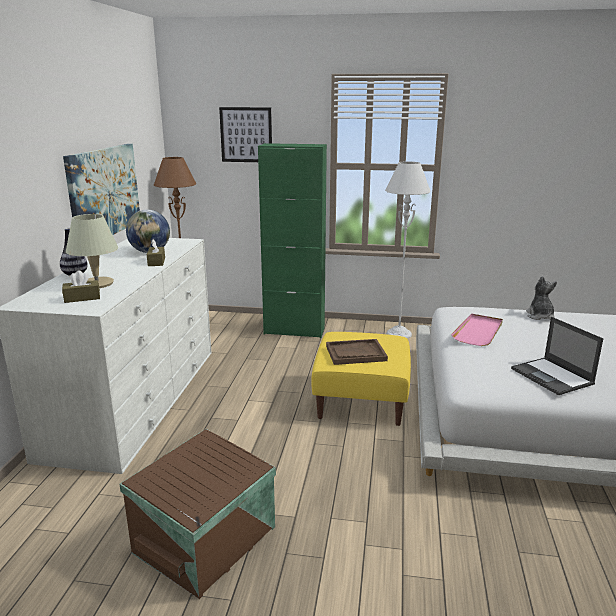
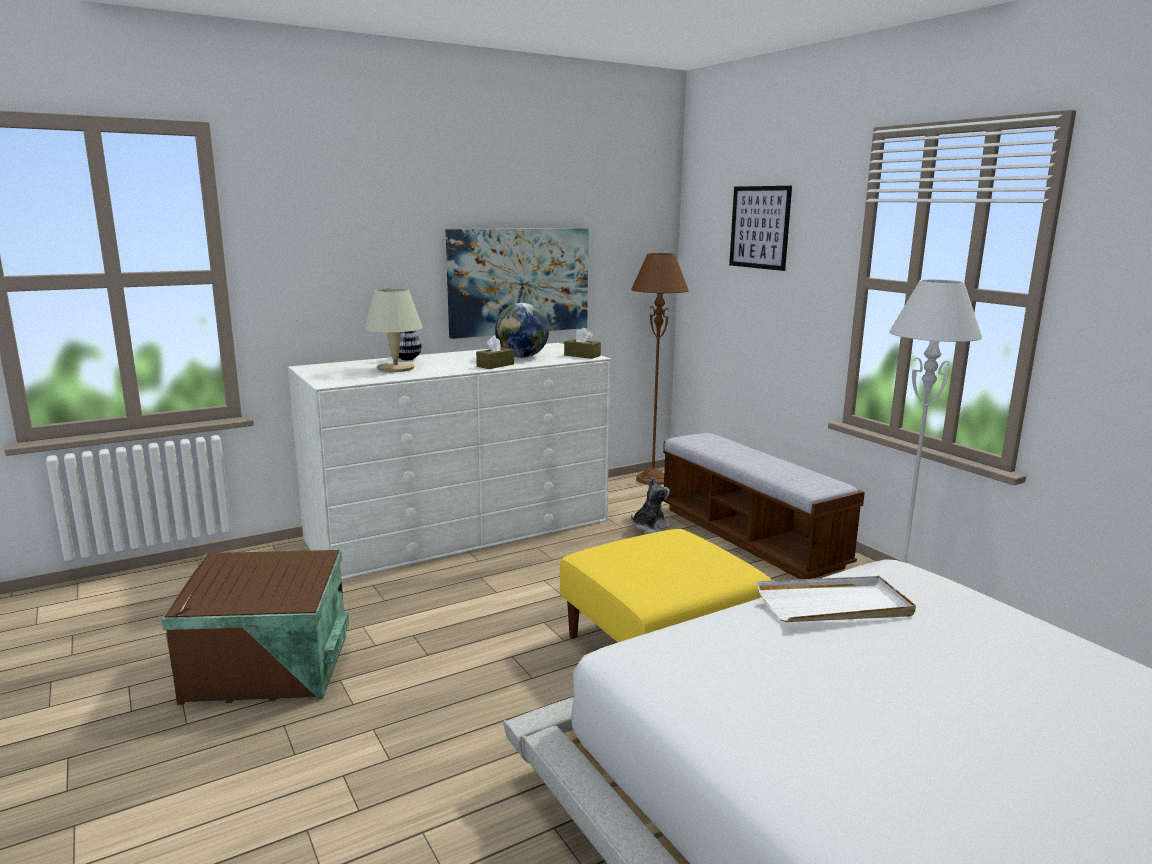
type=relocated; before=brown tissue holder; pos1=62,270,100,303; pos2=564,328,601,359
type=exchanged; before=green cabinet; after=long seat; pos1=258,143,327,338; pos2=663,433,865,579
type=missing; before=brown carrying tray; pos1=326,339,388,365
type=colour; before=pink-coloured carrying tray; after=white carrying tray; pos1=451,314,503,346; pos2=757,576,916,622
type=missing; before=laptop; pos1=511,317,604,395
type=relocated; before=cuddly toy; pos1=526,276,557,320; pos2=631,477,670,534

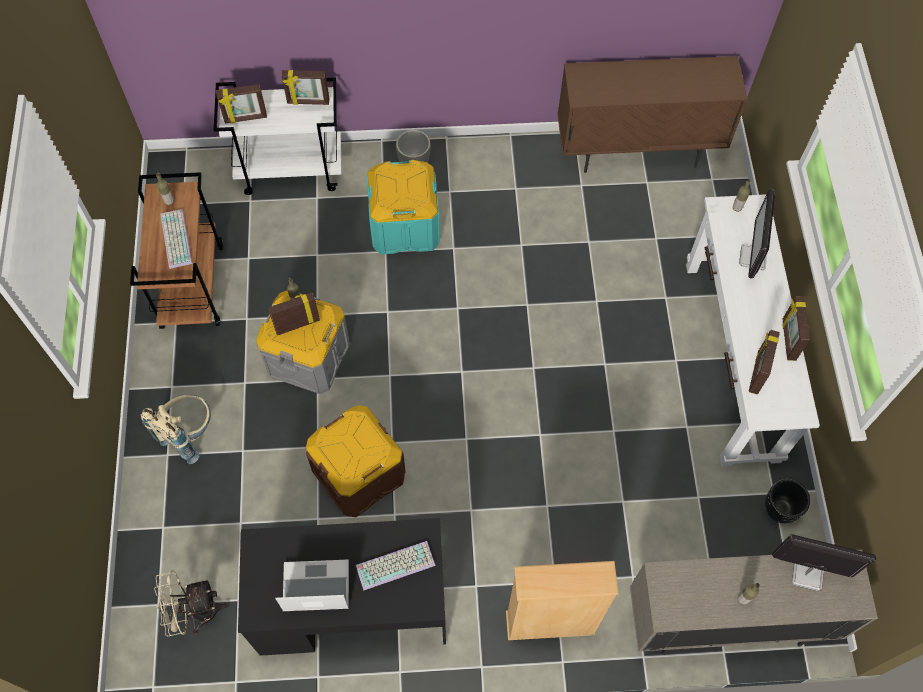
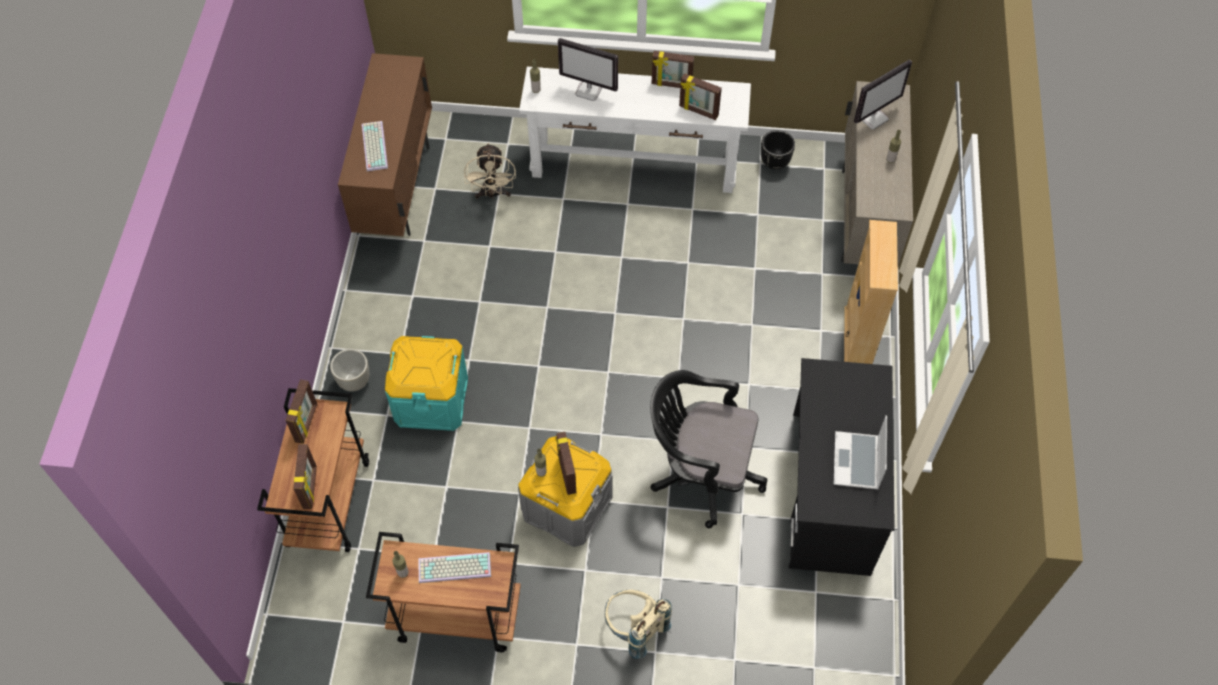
type=relocated; before=sand-coloured fan; pos1=154,570,229,637; pos2=464,143,516,199
type=colour; before=white wheeled cart; after=brown wheeled cart; pos1=214,78,341,195; pos2=257,388,369,552
type=exchanged; before=brown storage box; after=black desk chair; pos1=306,405,406,517; pos2=650,370,767,528
type=relocated; before=keyboard; pos1=356,541,436,591; pos2=362,121,388,171
type=spun; before=computer display; pos1=772,534,876,591; pos2=854,60,912,129; turn=-150

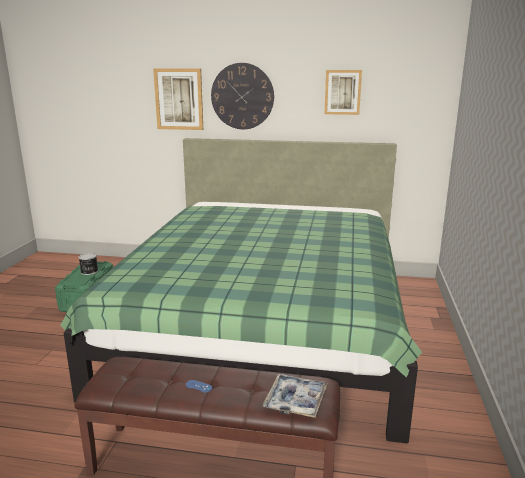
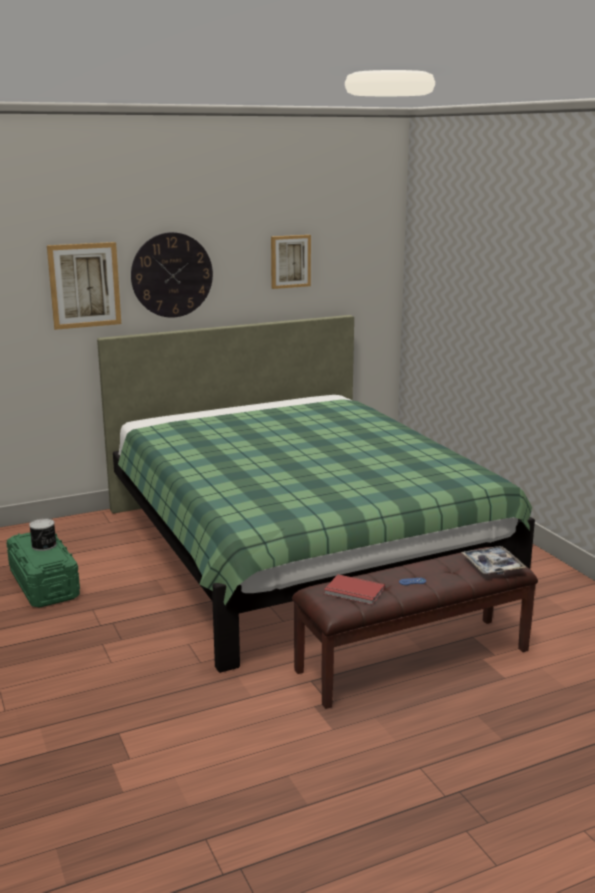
type=appeared; after=red book; pos2=324,574,385,605

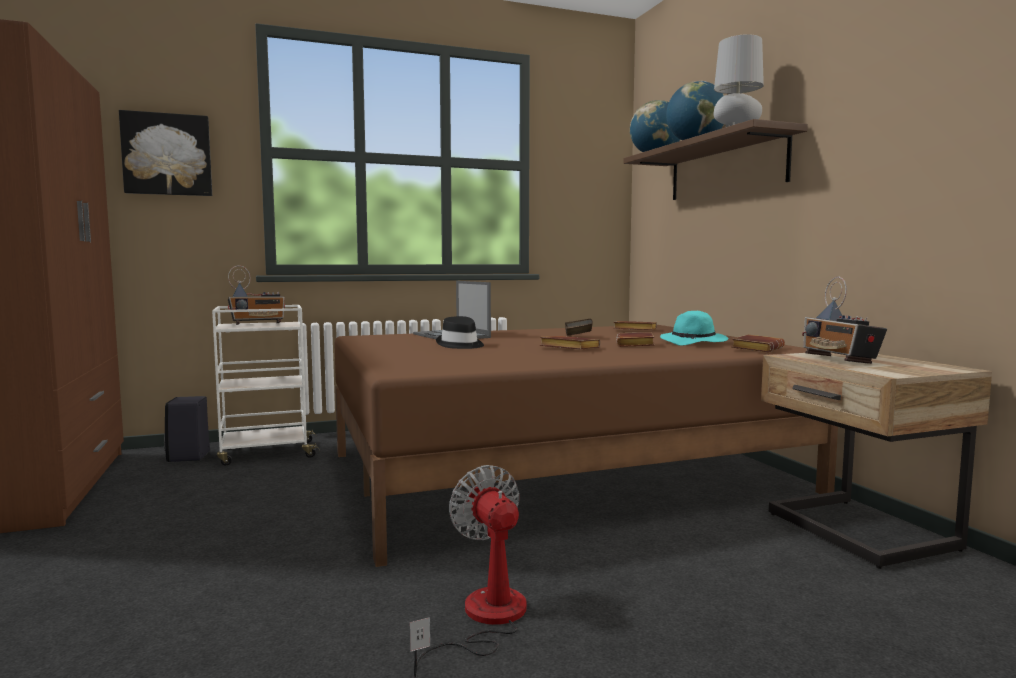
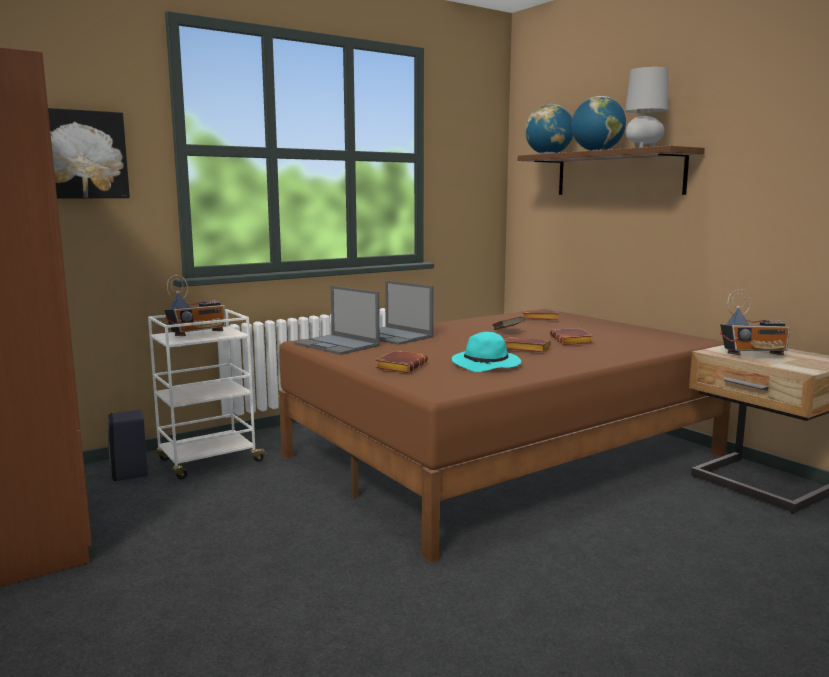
type=missing; before=fan; pos1=410,465,527,678
type=missing; before=black hat; pos1=436,316,484,349
type=relocated; before=turquoise hat; pos1=660,311,728,346; pos2=452,332,521,372
type=relocated; before=brown book; pos1=731,335,785,352; pos2=375,350,428,373
type=spun; before=radio; pos1=802,277,887,364; pos2=720,289,790,355; turn=-60
type=appeared; after=laptop; pos2=294,286,380,355

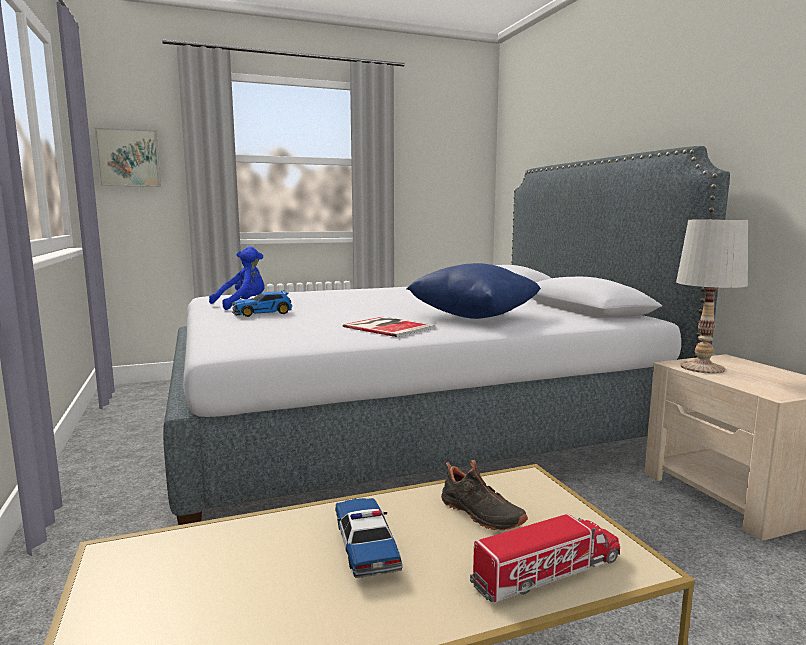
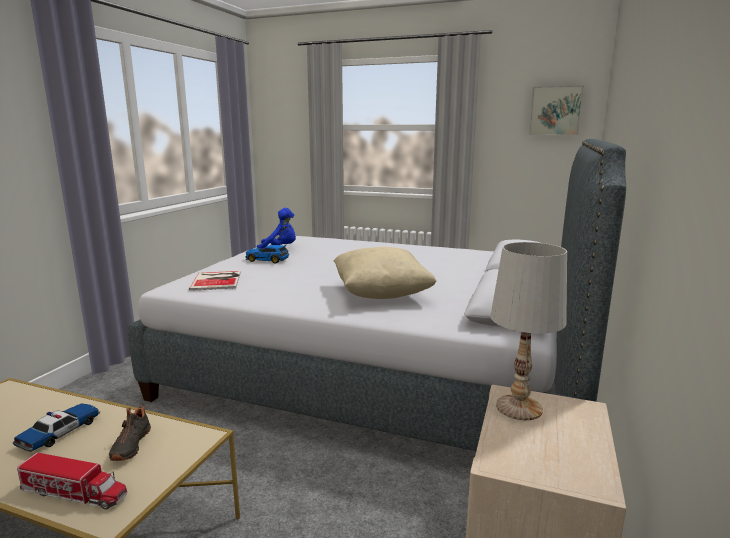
type=relocated; before=wall art; pos1=94,127,161,187; pos2=529,85,584,135
type=relocated; before=book; pos1=343,317,435,337; pos2=189,271,241,291
type=colour; before=blue throw pillow; after=sand-coloured throw pillow; pos1=407,263,541,319; pos2=334,247,436,299

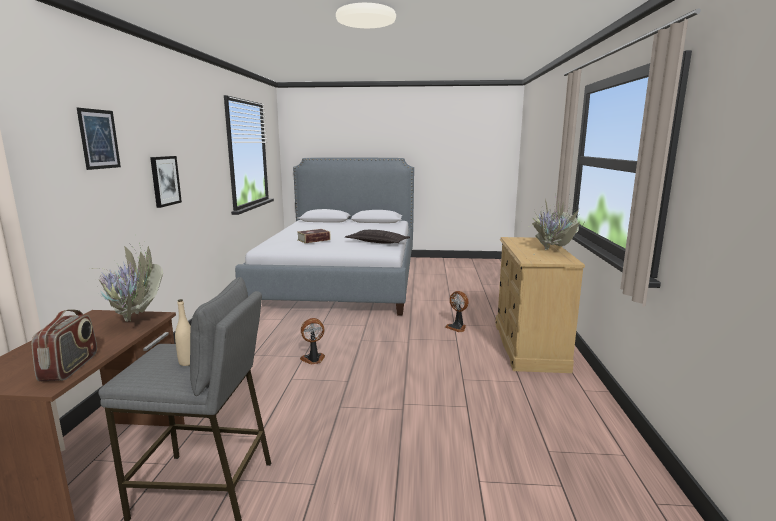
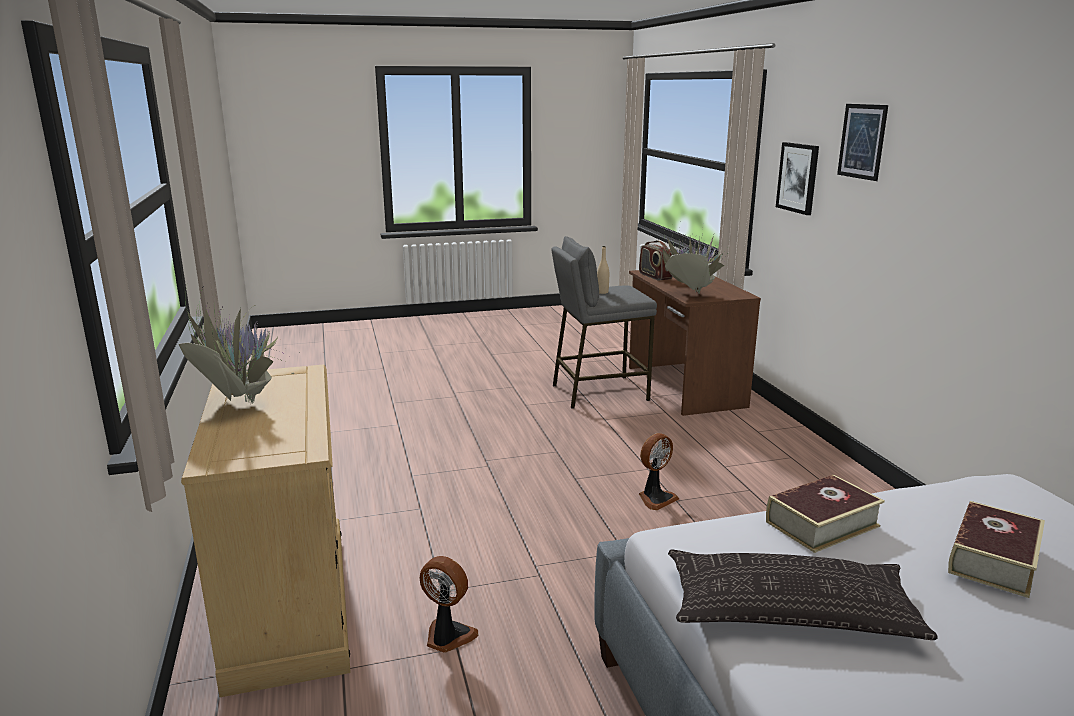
type=relocated; before=wall art; pos1=150,156,182,208; pos2=776,142,819,215
type=appeared; after=book; pos2=766,475,885,553

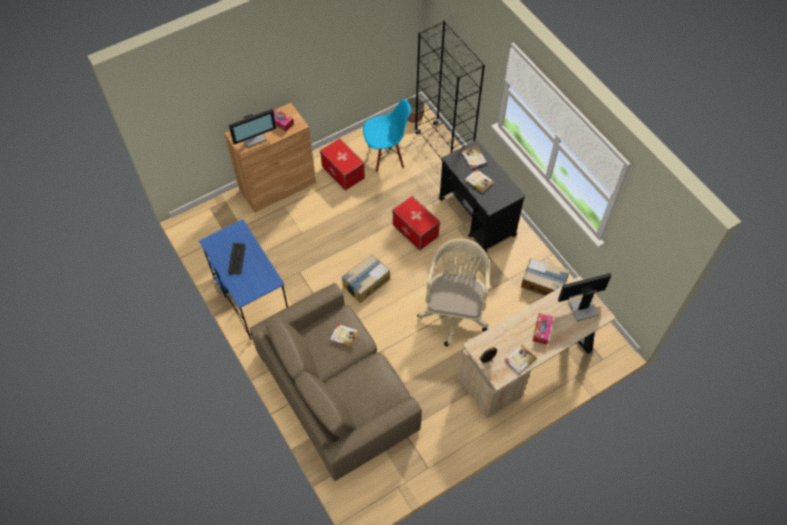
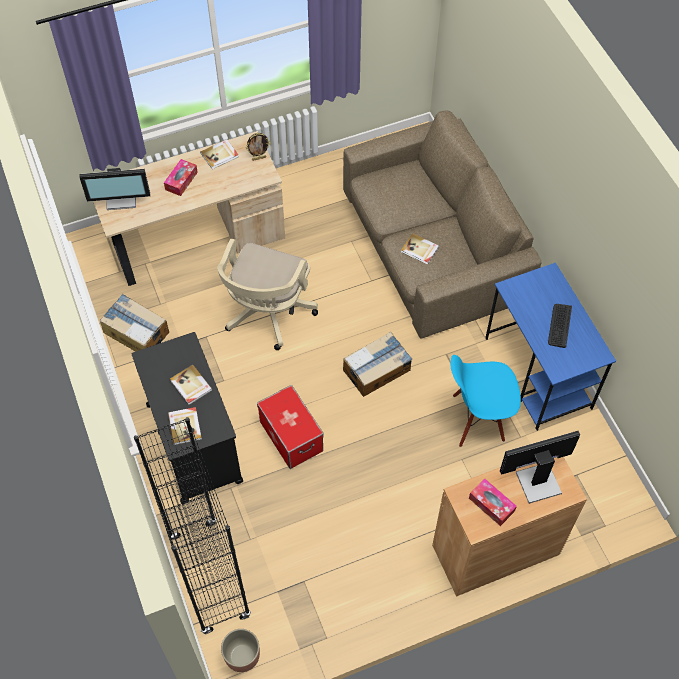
type=missing; before=storage box; pos1=320,138,365,191
type=relocated; before=blue upright chair; pos1=363,99,411,172; pos2=451,355,521,447

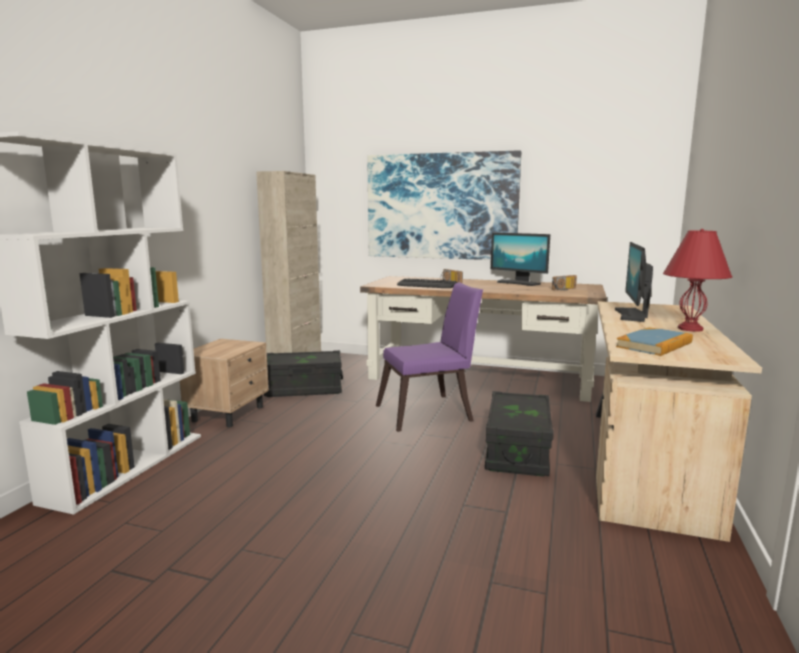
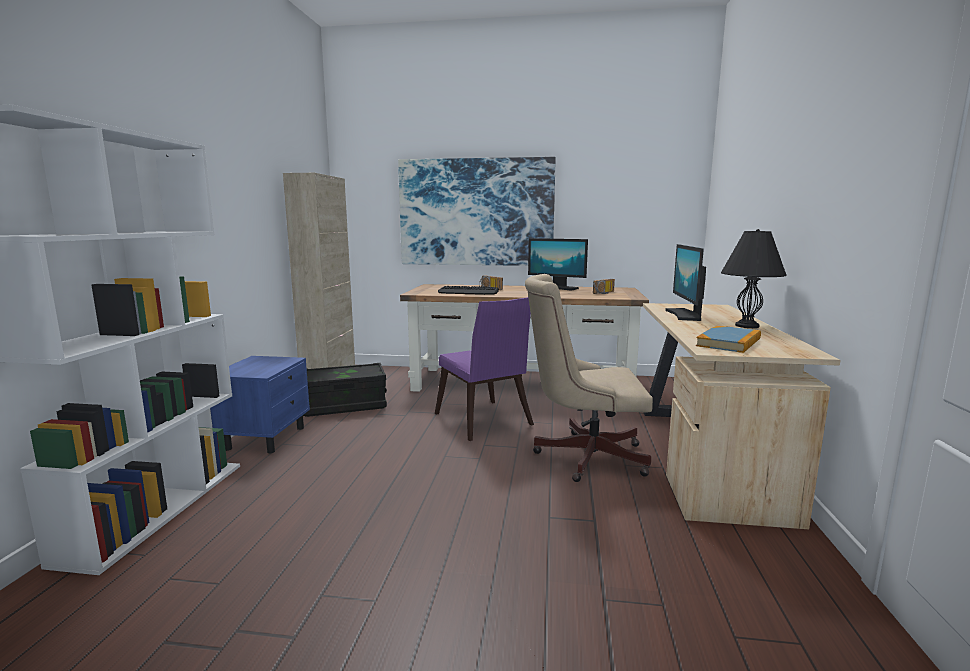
type=colour; before=sand-coloured bedside table; after=blue bedside table; pos1=180,339,269,428; pos2=210,356,310,454
type=spun; before=purple upright chair; pos1=376,282,483,432; pos2=435,297,534,441; turn=90
type=exchanged; before=black storage box; after=sand-coloured desk chair; pos1=485,391,554,477; pos2=525,274,653,482
type=colour; before=red table lamp; after=black table lamp; pos1=663,229,733,332; pos2=721,229,787,328

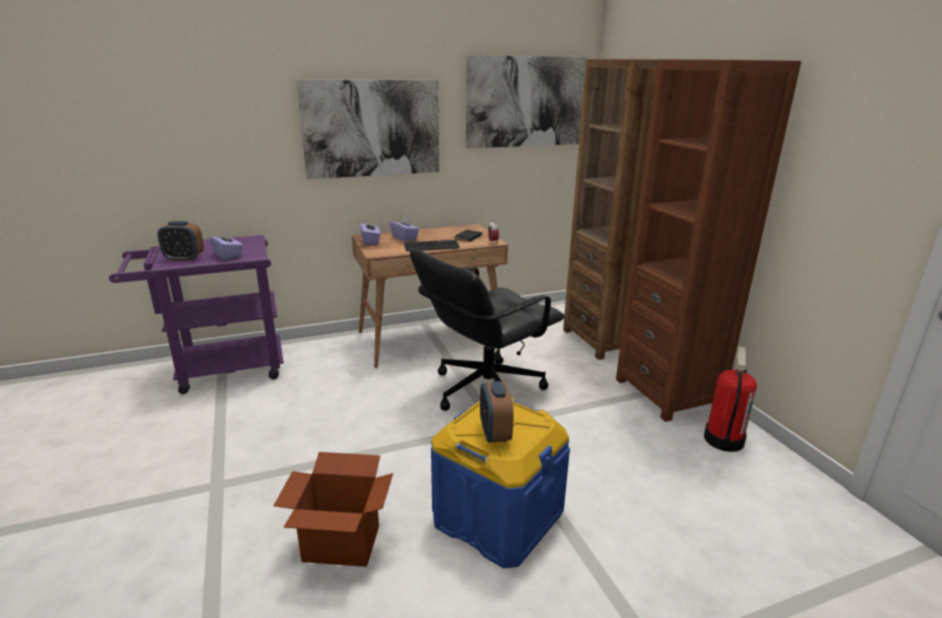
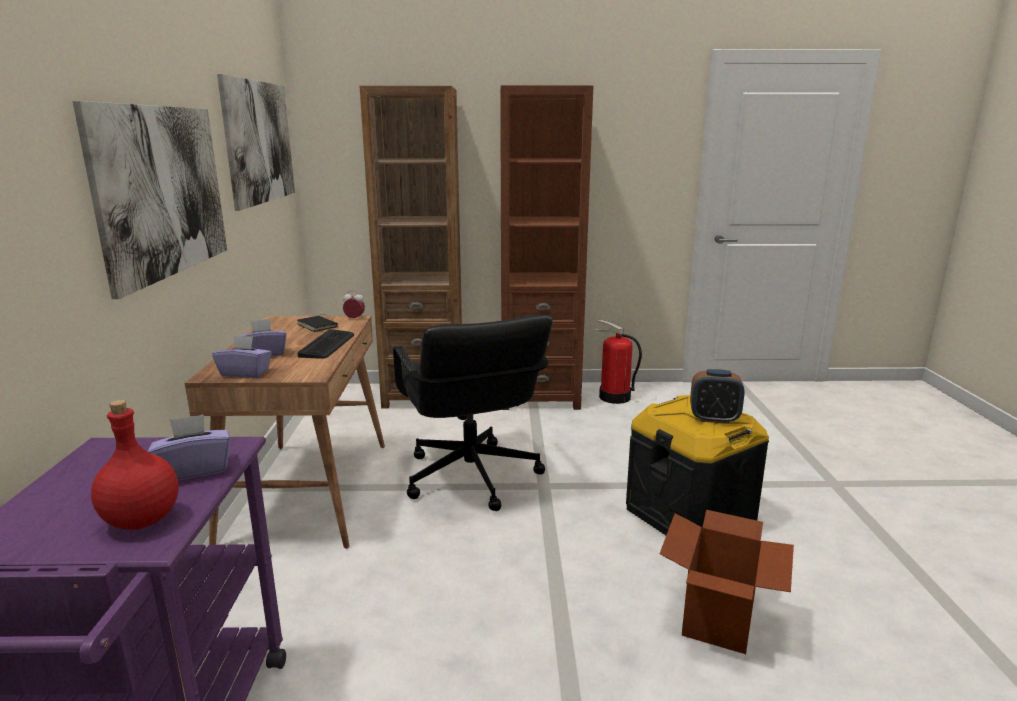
type=exchanged; before=table clock; after=red beverage bottle; pos1=157,221,204,261; pos2=91,400,179,530
type=colour; before=blue storage box; after=black storage box; pos1=431,397,570,568; pos2=626,395,769,535

